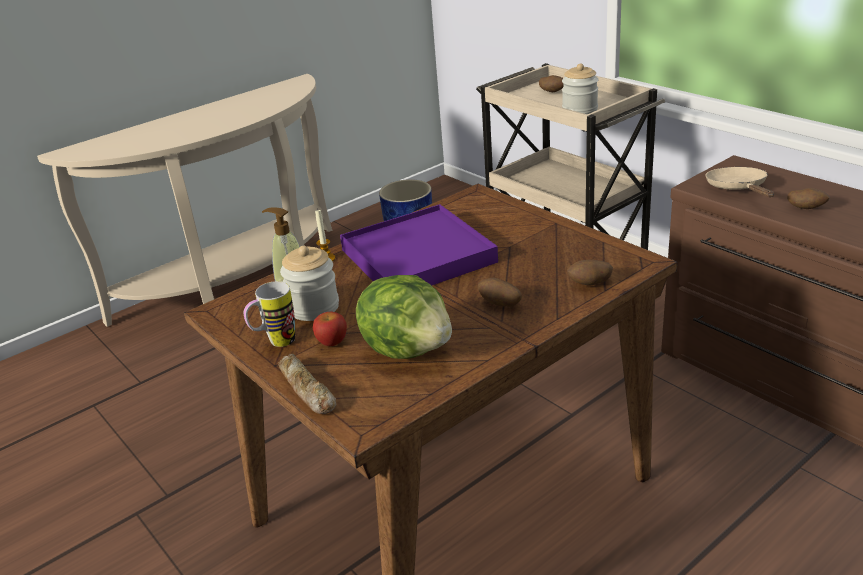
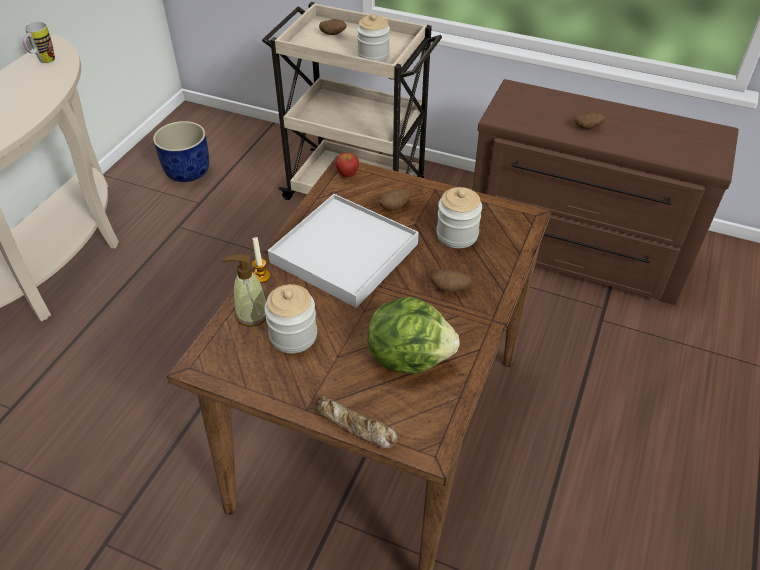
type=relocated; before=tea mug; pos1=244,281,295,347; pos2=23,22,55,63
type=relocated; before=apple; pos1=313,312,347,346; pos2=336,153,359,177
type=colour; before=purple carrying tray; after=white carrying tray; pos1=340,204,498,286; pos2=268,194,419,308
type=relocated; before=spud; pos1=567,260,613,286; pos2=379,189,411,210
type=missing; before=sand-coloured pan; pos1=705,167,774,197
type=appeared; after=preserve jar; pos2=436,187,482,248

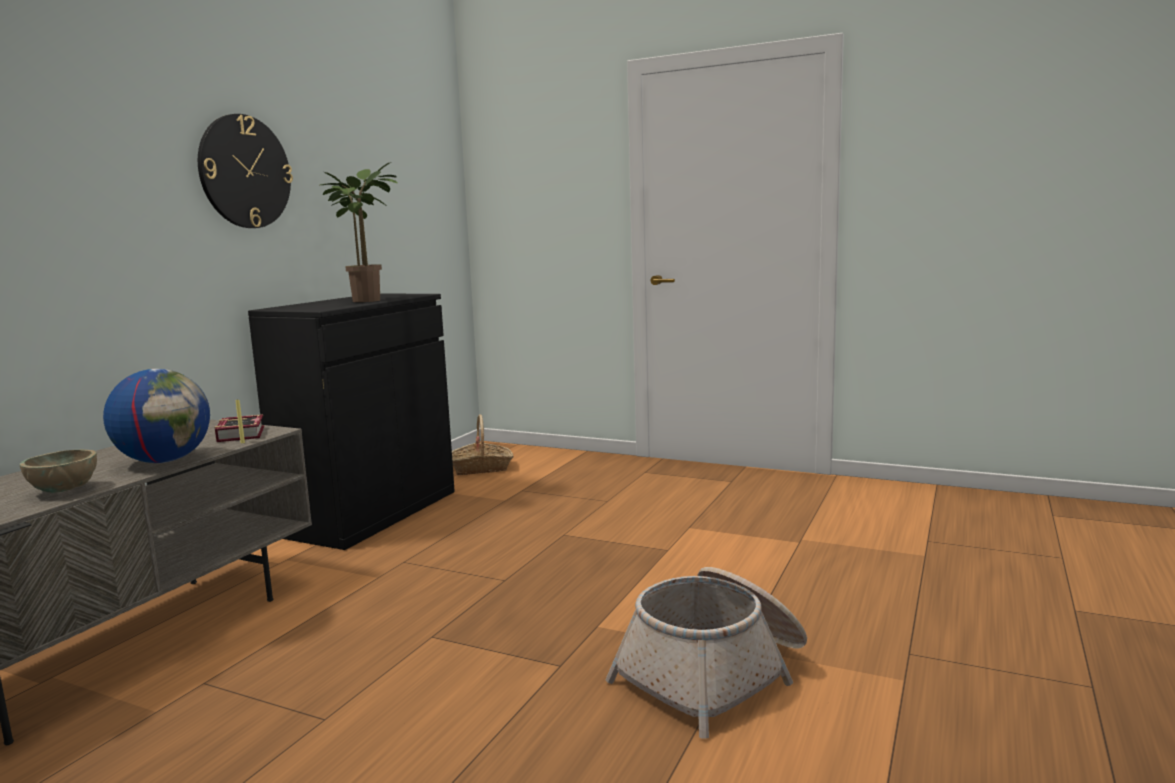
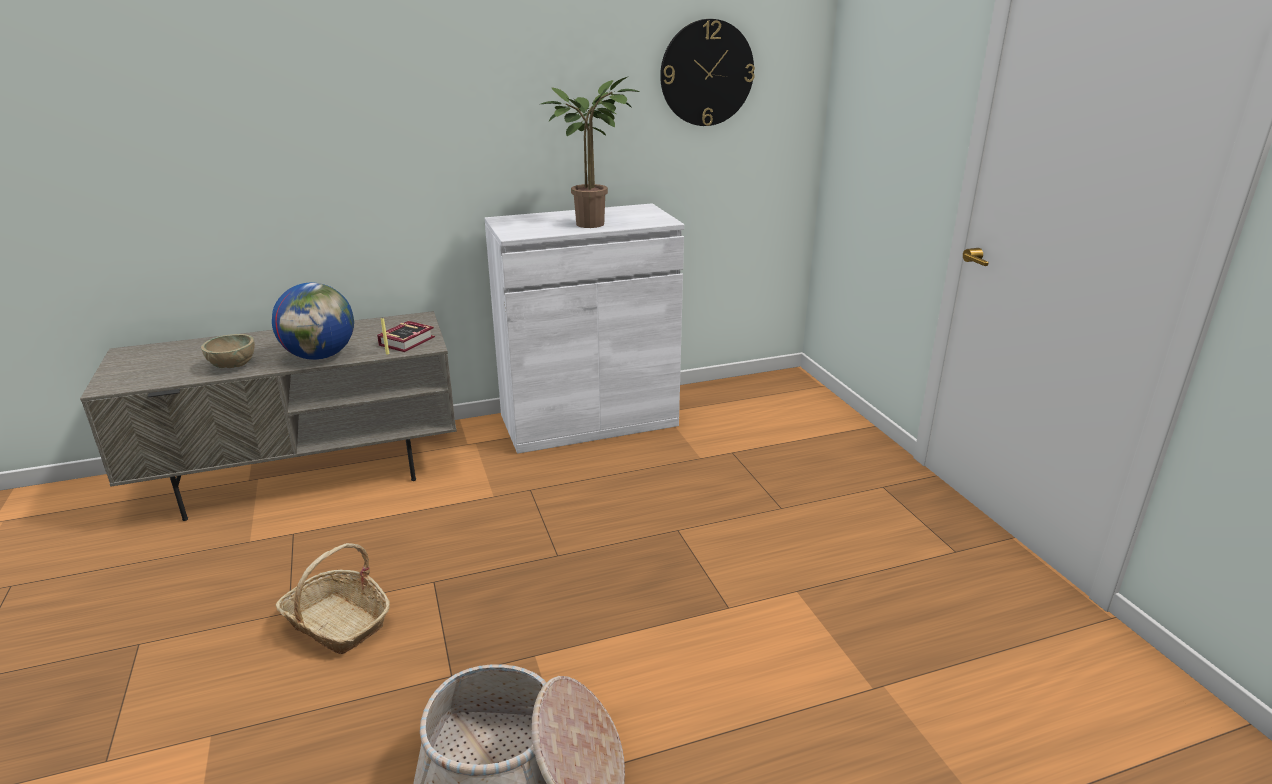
type=relocated; before=wall clock; pos1=198,114,293,228; pos2=660,19,755,126
type=colour; before=black cabinet; after=white cabinet; pos1=248,293,455,550; pos2=484,203,684,454
type=relocated; before=household basket; pos1=452,414,514,475; pos2=275,543,390,654

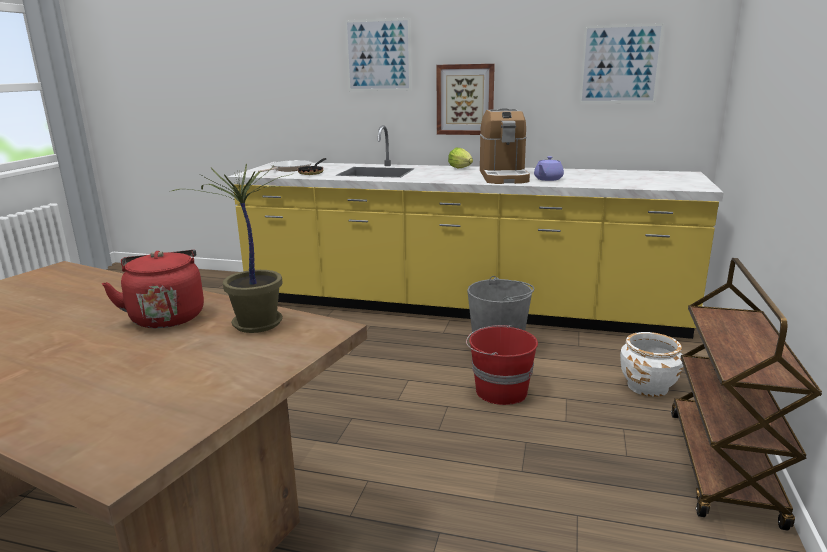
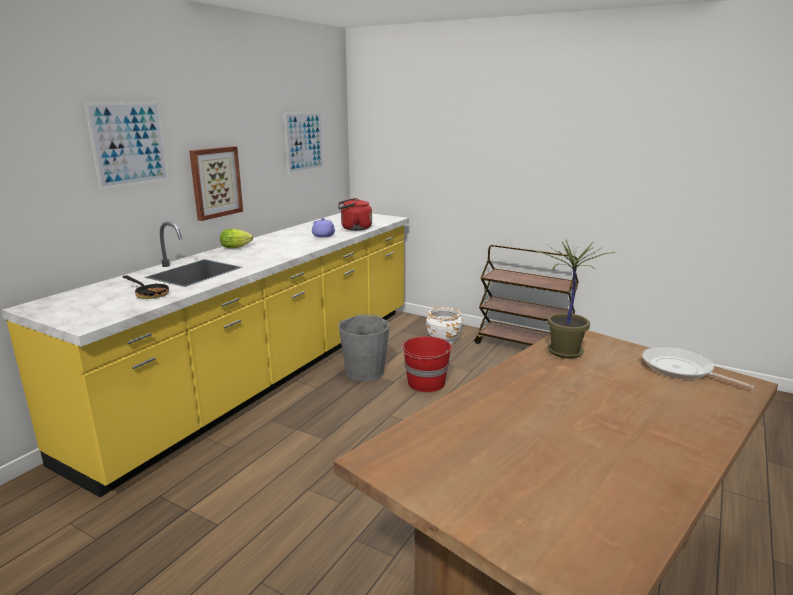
type=relocated; before=red water kettle; pos1=102,250,204,328; pos2=338,198,372,231
type=relocated; before=pan; pos1=258,160,312,172; pos2=642,346,754,389
type=missing; before=coffee brewer; pos1=480,108,530,184

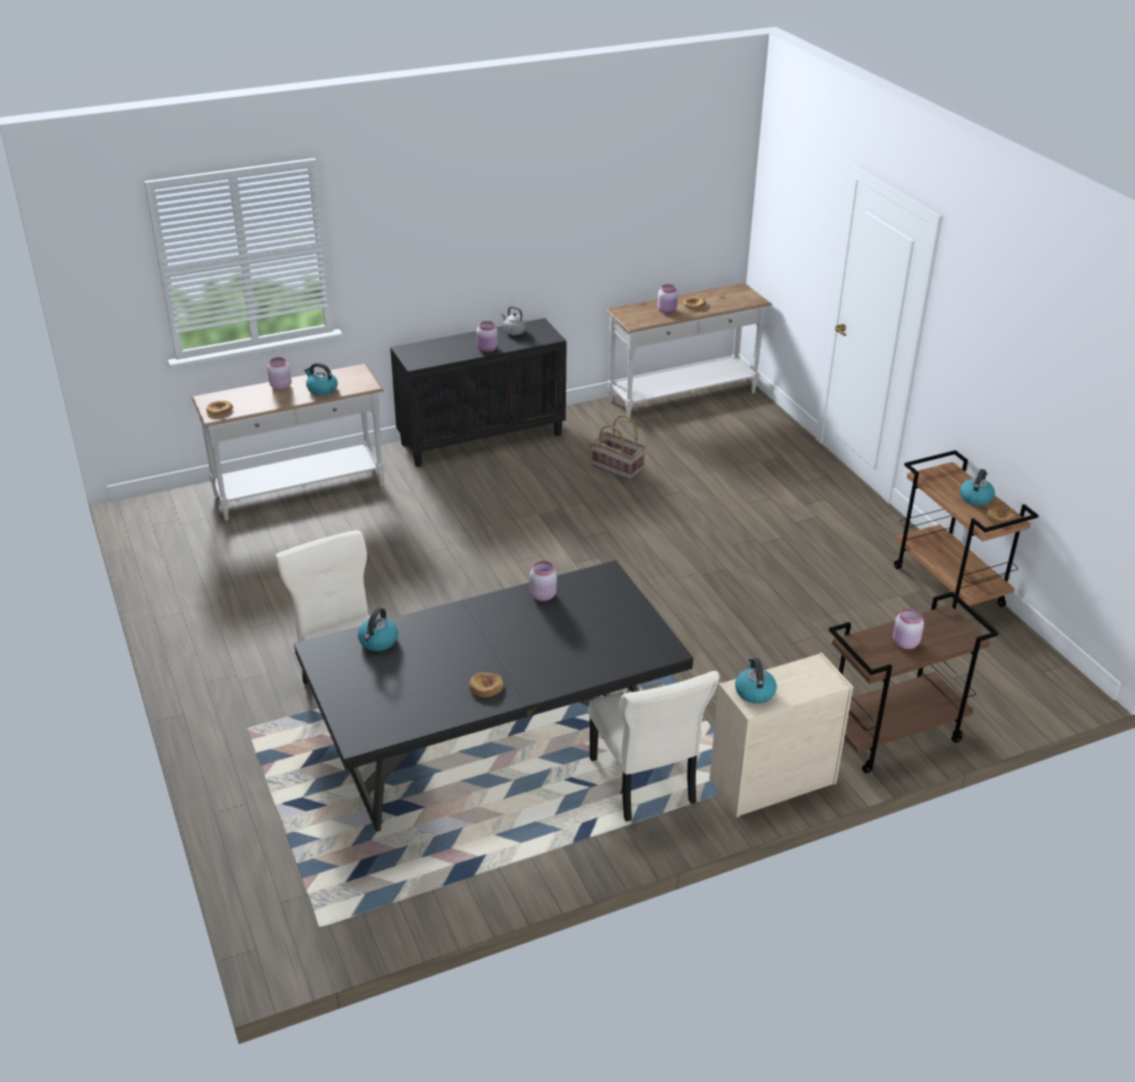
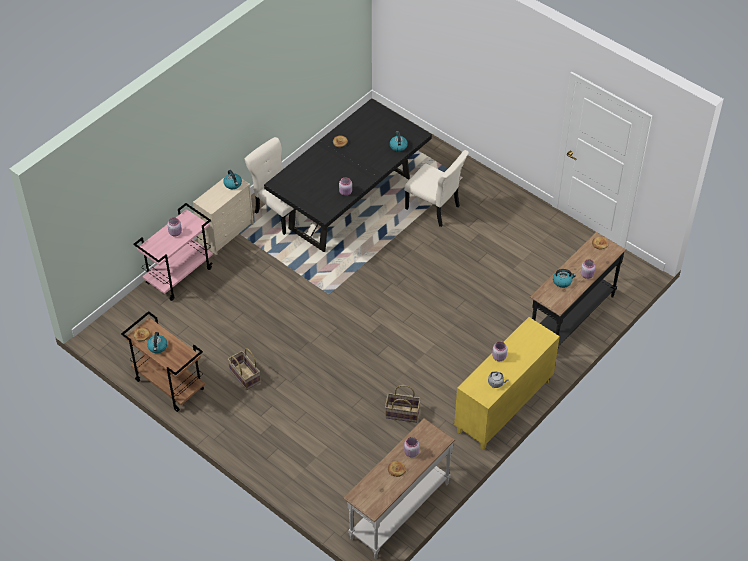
type=colour; before=white narrow table; after=black narrow table; pos1=192,364,385,521; pos2=530,232,626,347
type=colour; before=black cabinet; after=yellow cabinet; pos1=390,318,567,467; pos2=454,317,560,450
type=colour; before=brown wheeled cart; after=pink-coloured wheeled cart; pos1=829,592,998,773; pos2=133,203,213,301
type=appeared; after=household basket; pos2=228,348,261,390

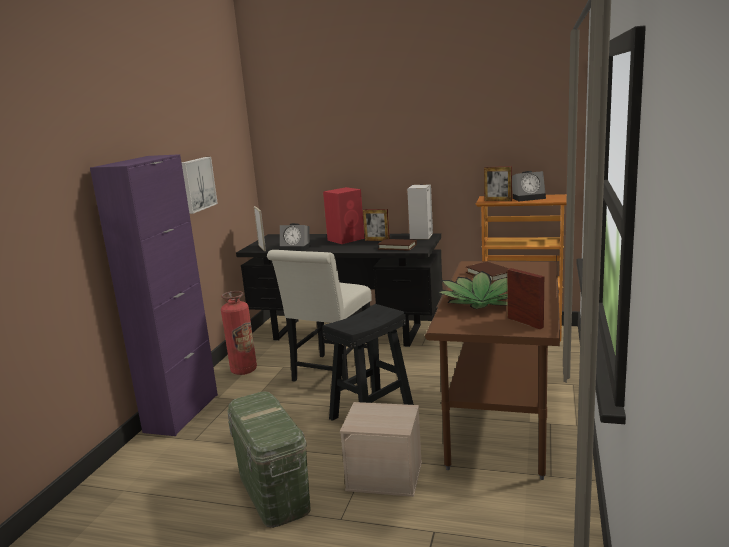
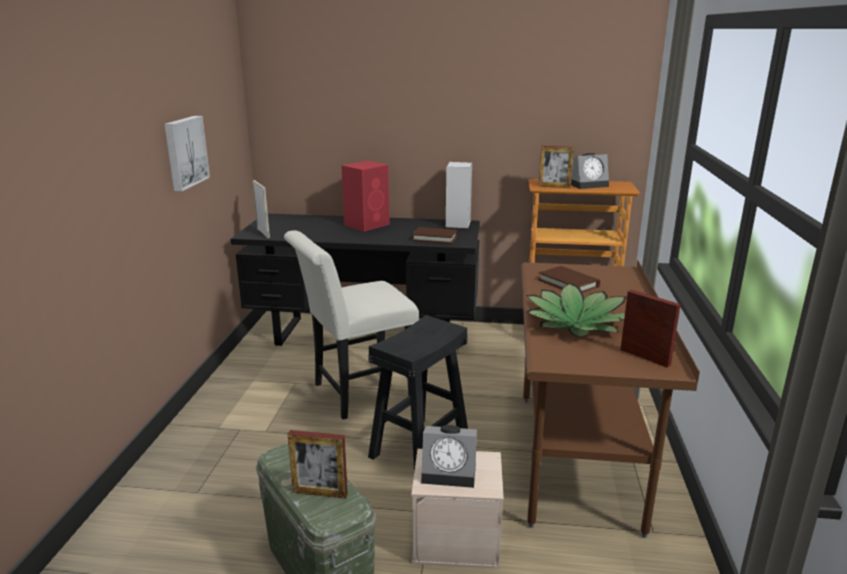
type=missing; before=purple cabinet; pos1=90,154,218,436
type=missing; before=extinguisher; pos1=221,291,257,375
type=spun; before=white upright chair; pos1=267,250,372,390; pos2=284,230,419,419; turn=45
type=relocated; before=table clock; pos1=280,223,310,251; pos2=421,425,477,488
type=relocated; before=picture frame; pos1=363,209,390,241; pos2=288,430,348,499

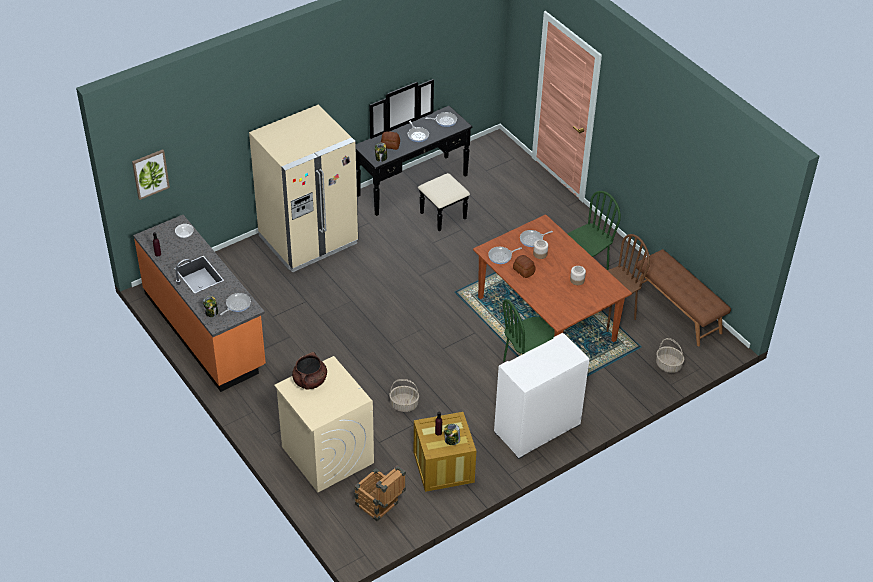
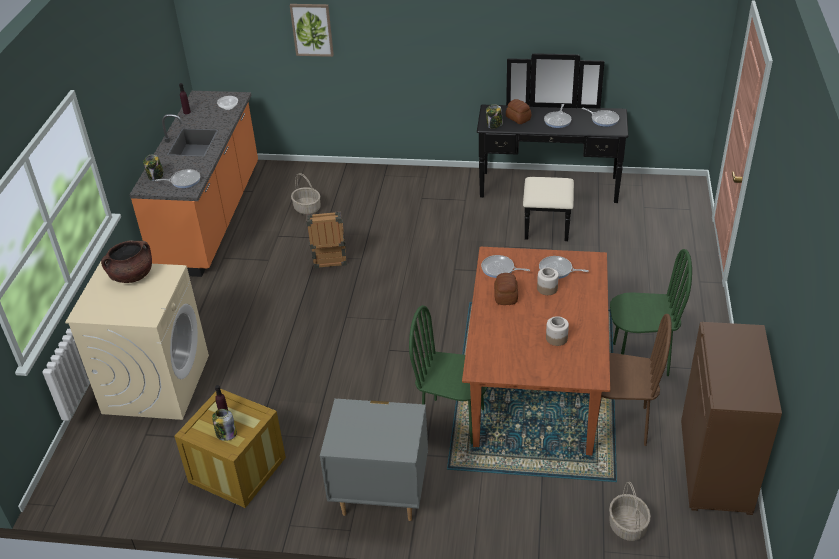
type=relocated; before=wall art; pos1=132,150,170,200; pos2=290,4,334,57
type=missing; before=sand-coloured kitchen fridge; pos1=249,105,359,273
type=relocated; before=crate; pos1=354,465,406,521; pos2=306,211,347,268
type=relocated; before=household basket; pos1=389,379,419,412; pos2=291,173,321,215
type=exchanged; before=white cabinet; after=greyish bedside table; pos1=494,333,590,459; pos2=320,399,428,521
type=exchanged; before=brown long seat; after=brown cabinet; pos1=636,249,731,346; pos2=681,322,782,515

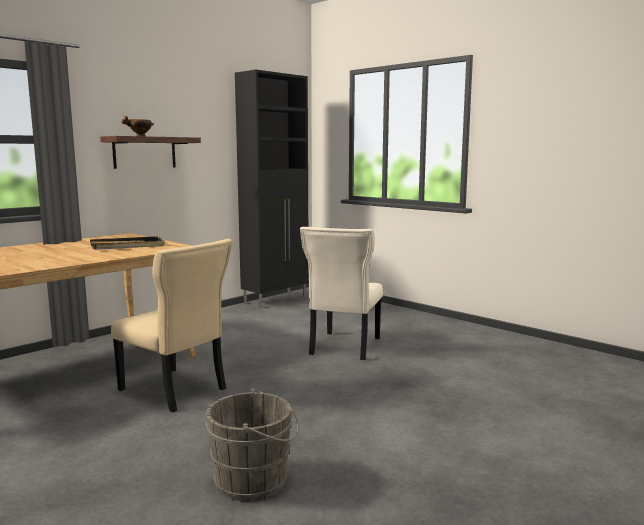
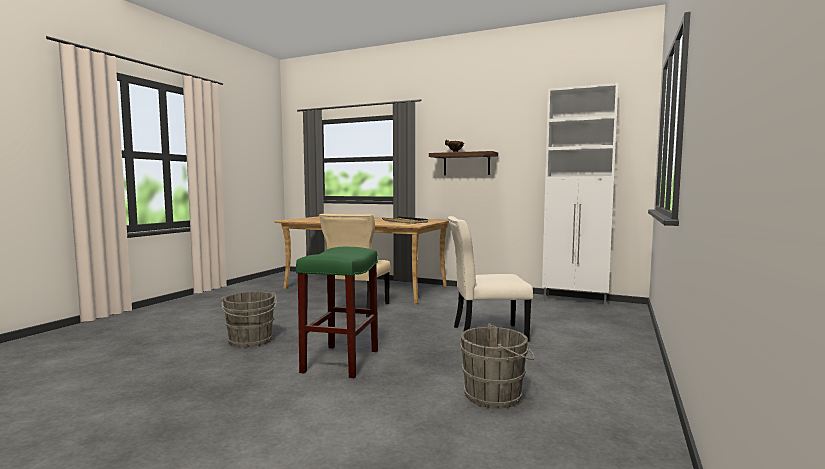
type=colour; before=black cabinet; after=white cabinet; pos1=235,69,309,308; pos2=542,83,618,307
type=appeared; after=green stool; pos2=296,247,378,378
type=appeared; after=greyish pail; pos2=460,324,535,409

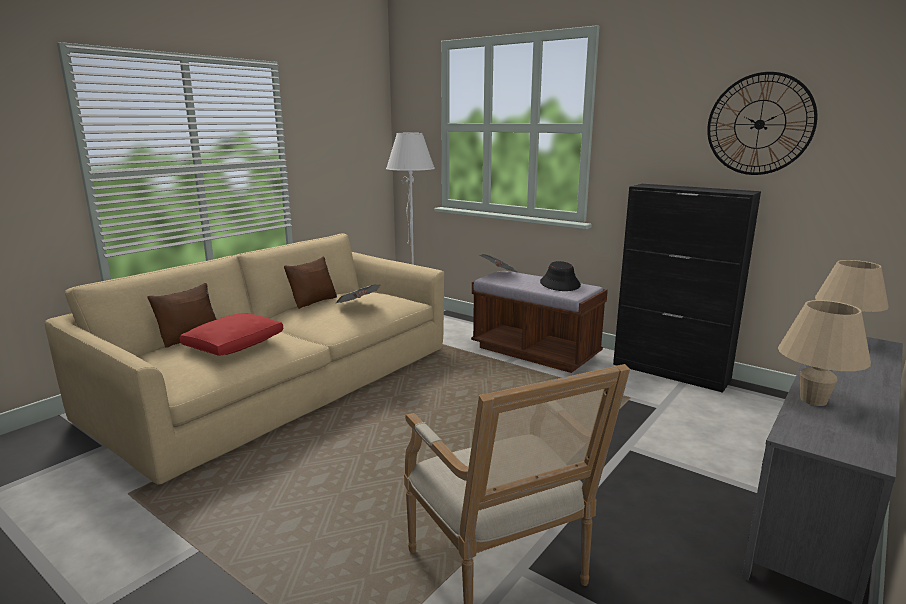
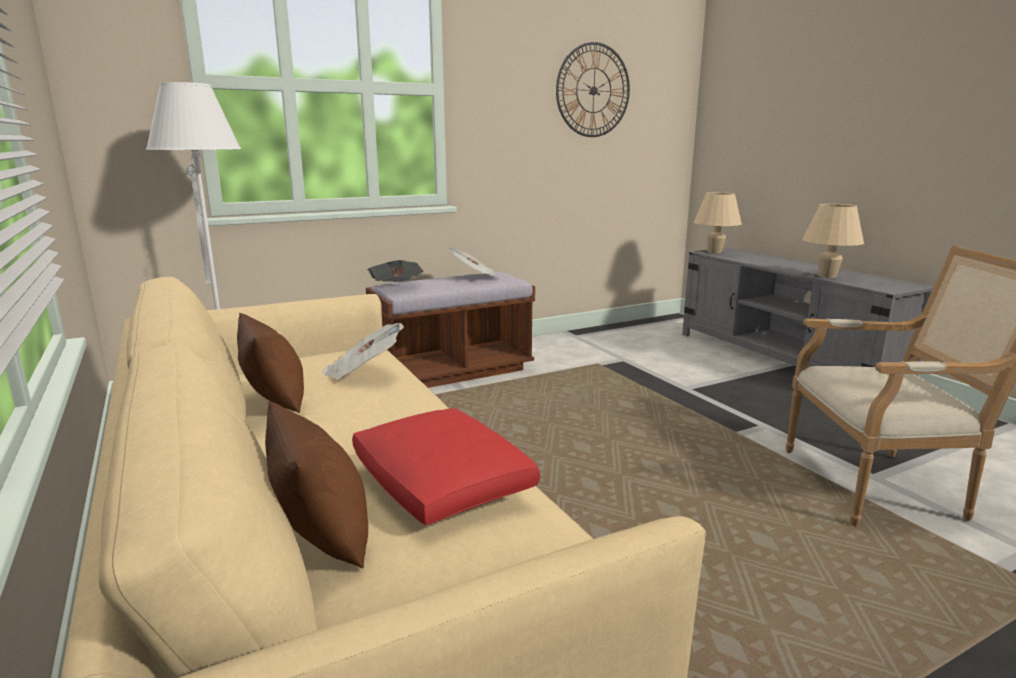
type=exchanged; before=black hat; after=daily paper; pos1=540,261,581,291; pos2=448,247,501,279
type=missing; before=black cabinet; pos1=613,184,761,393

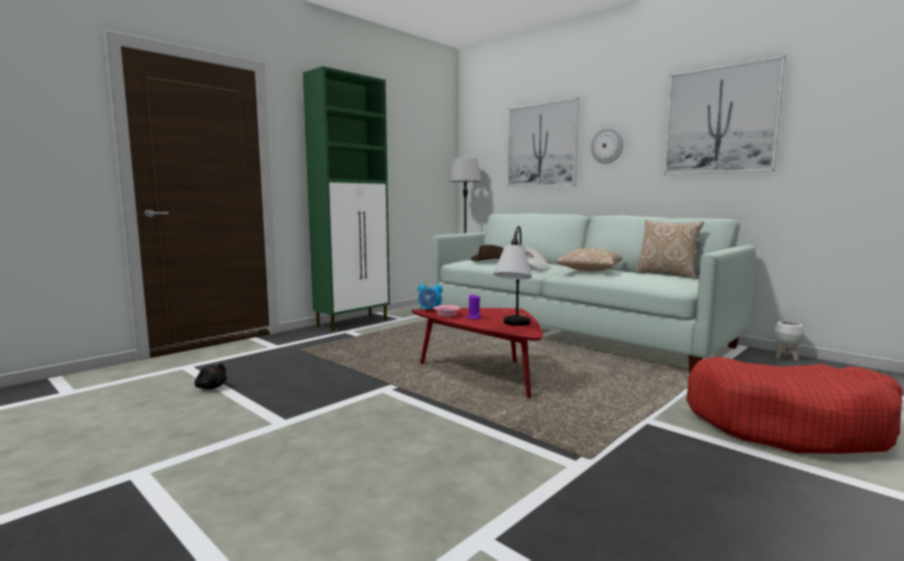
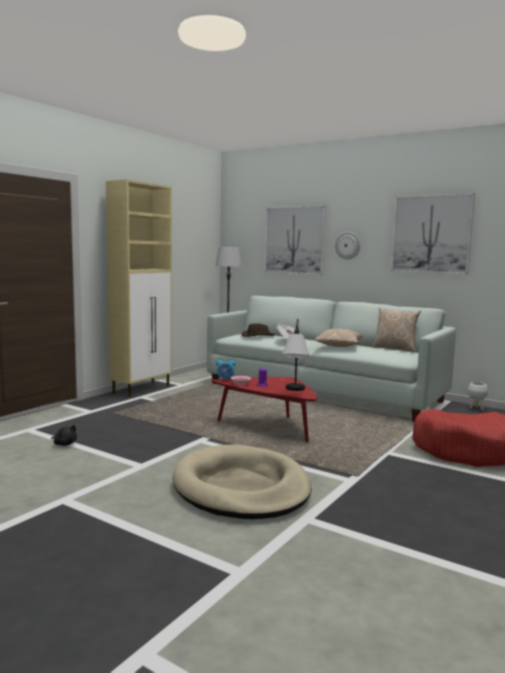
type=colour; before=green cabinet; after=sand-coloured cabinet; pos1=303,66,390,331; pos2=106,179,172,397
type=appeared; after=sand-coloured pet bed; pos2=172,444,312,519

